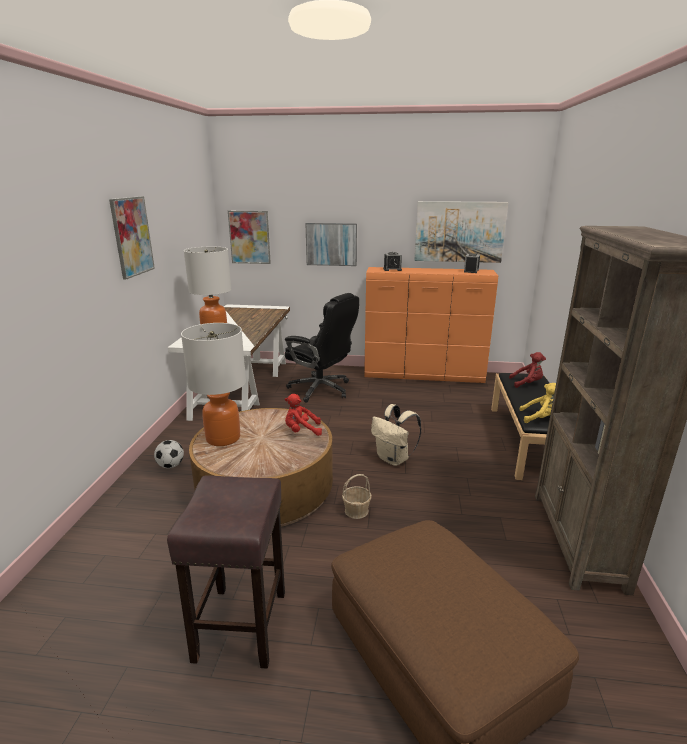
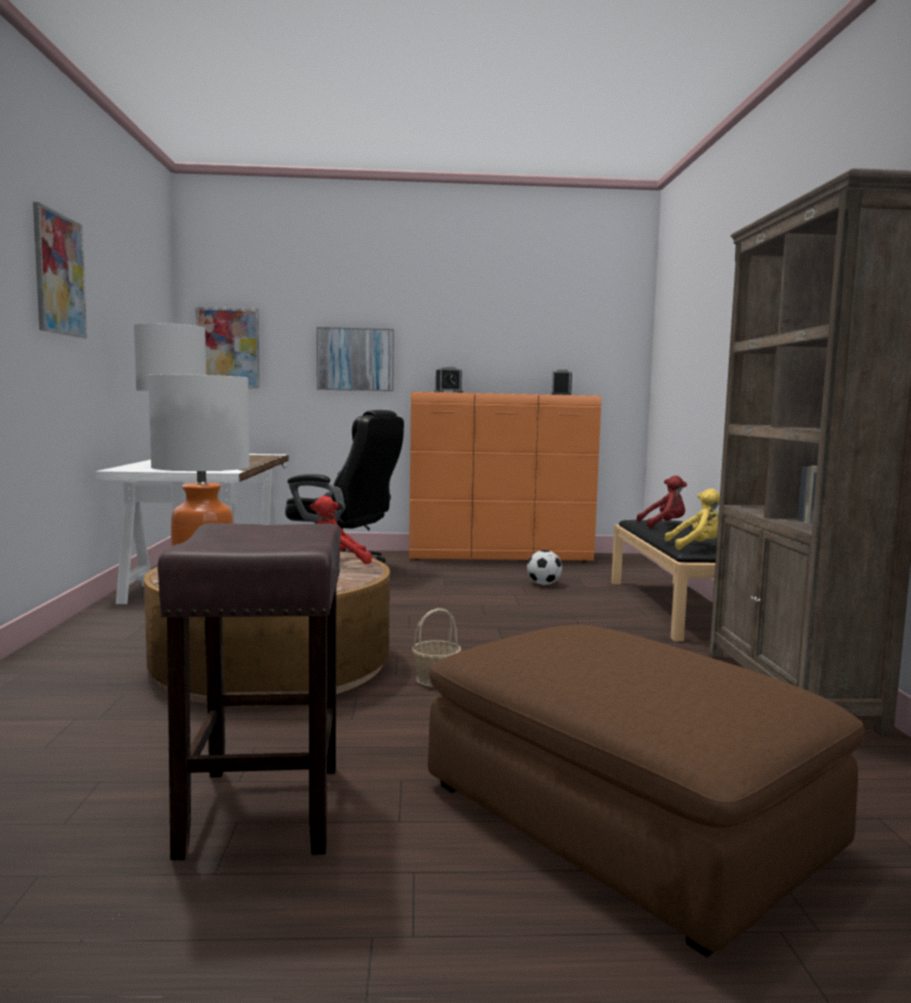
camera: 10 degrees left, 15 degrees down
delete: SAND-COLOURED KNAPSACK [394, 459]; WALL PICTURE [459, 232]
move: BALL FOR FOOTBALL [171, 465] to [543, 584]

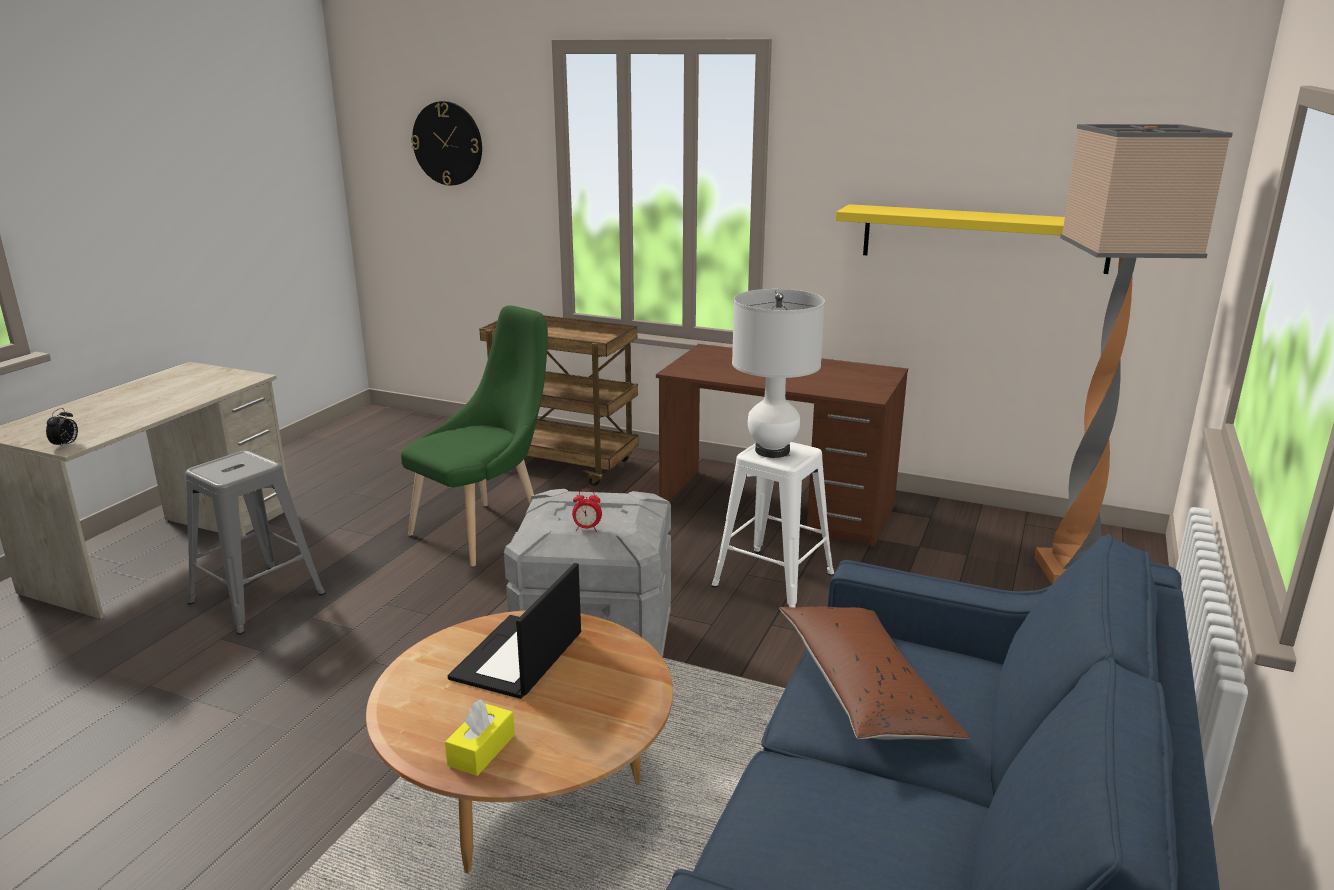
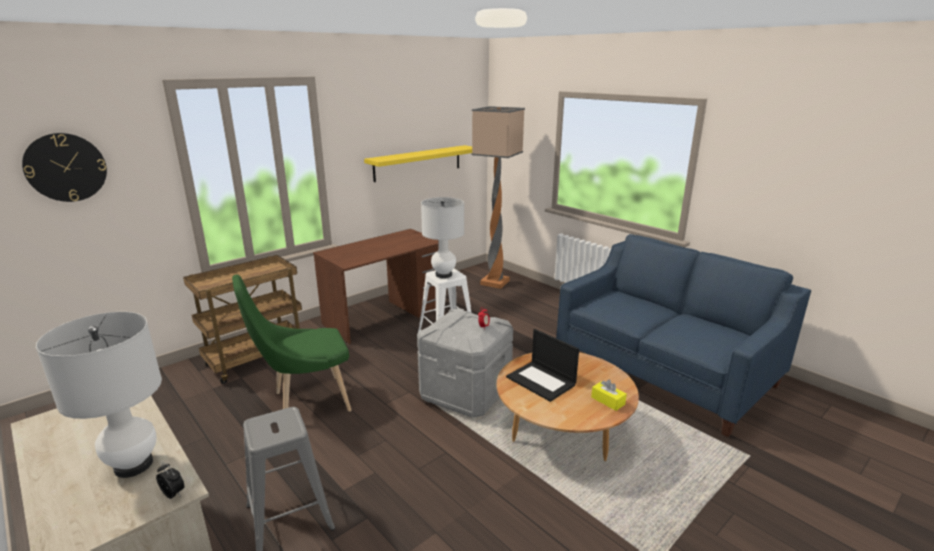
camera: 65 degrees left, 0 degrees up
delete: BROWNISH CUSHION [864, 690]
insert: WHITE LAMP FOR A TABLE [133, 465]
rotate: GREENISH CHAIR [485, 530] = [306, 402] 90 degrees counterclockwise

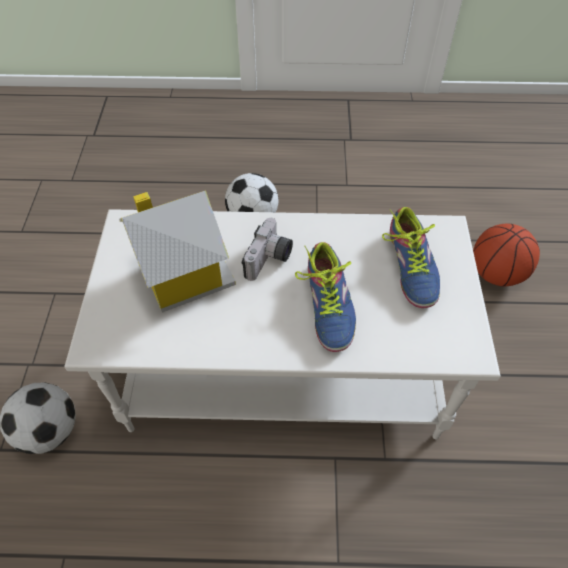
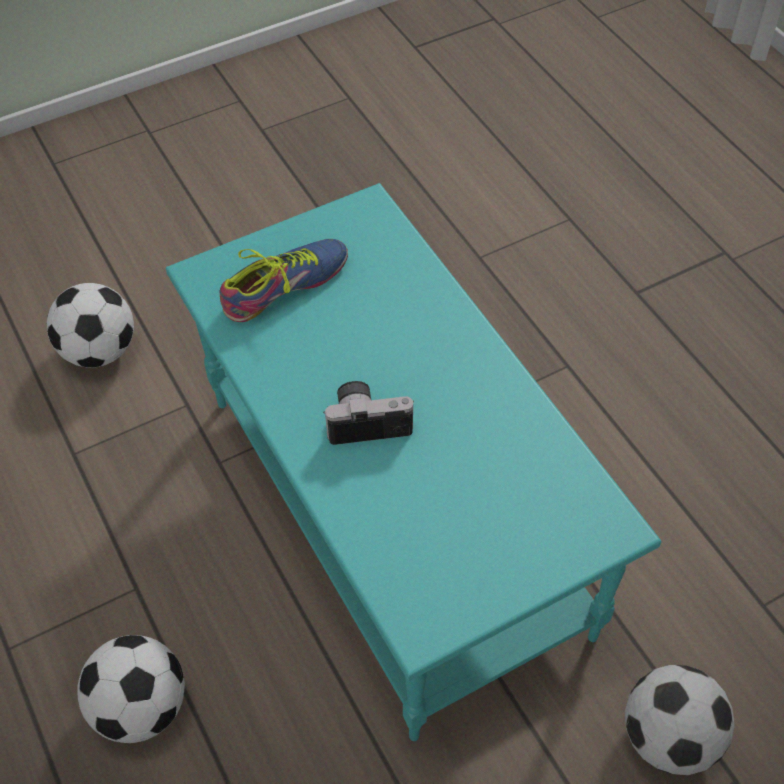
camera: 120 degrees left, 0 degrees up
delete: MINIATURE HOUSE [183, 276]; SHOE [329, 305]
replace: BASKETBALL [495, 274] to BALL FOR FOOTBALL [99, 351]
recolor: WHITE LOW TABLE [285, 367] to BLUE-GREEN LOW TABLE [390, 514]

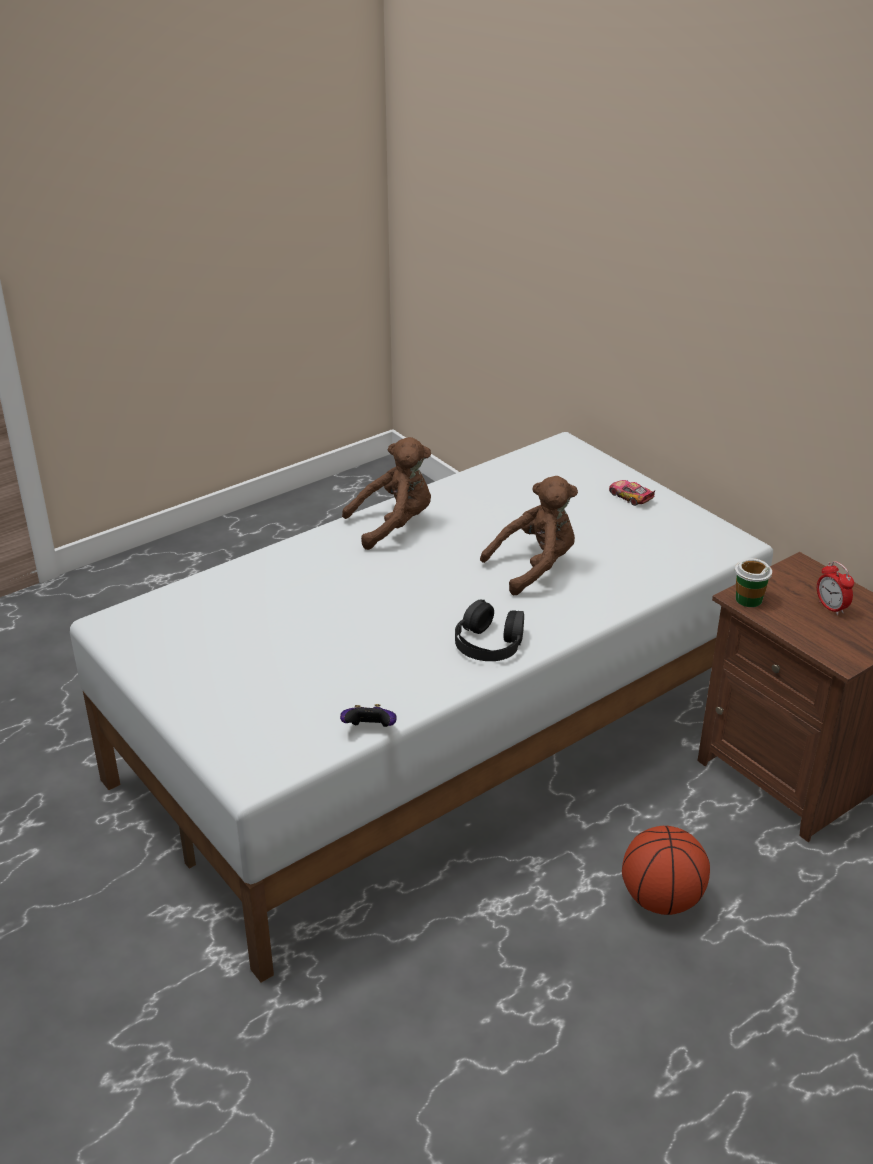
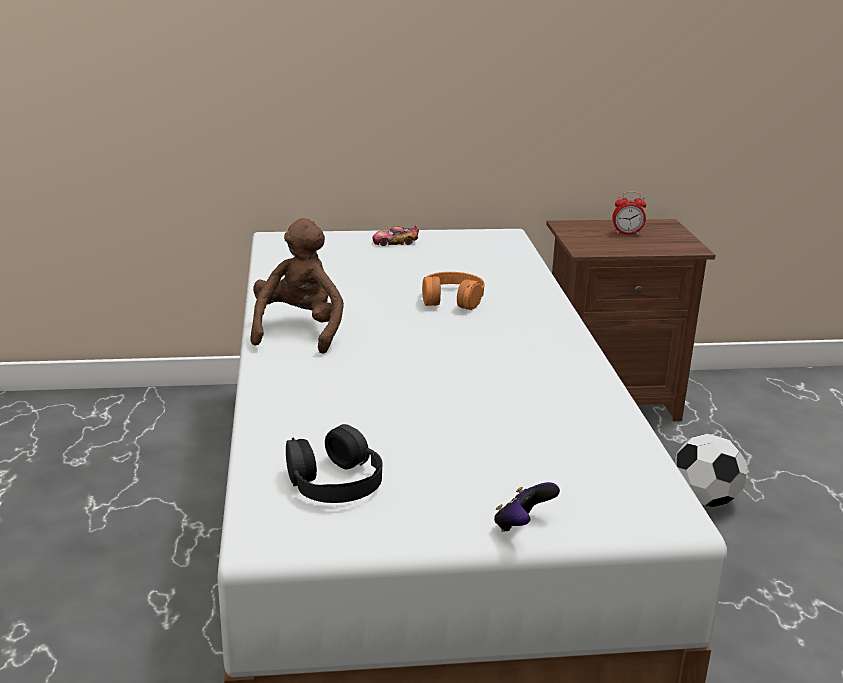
camera: 60 degrees left, 10 degrees down
delete: DRINKING CUP [748, 599]
move: GAMEPAD [370, 730] to [522, 526]; BLACK-COLOURED HEADSET [489, 643] to [334, 481]
replace: BROWNISH PLUSH TOY [535, 567] to ORANGE-COLOURED HEADSET [452, 299]; BASKETBALL [661, 899] to BALL FOR FOOTBALL [704, 500]

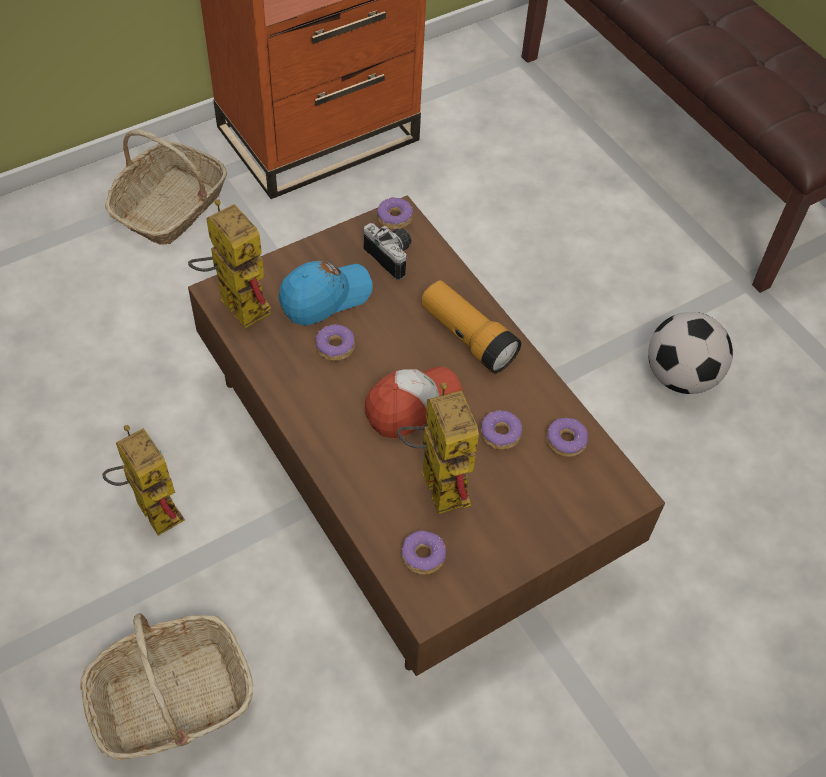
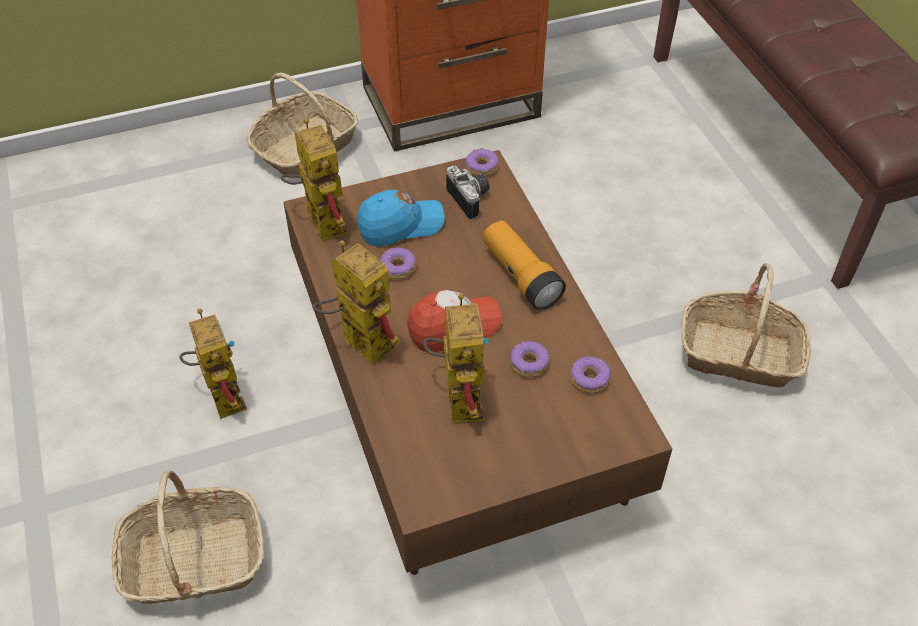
camera: 15 degrees right, 5 degrees down
delete: DOUGHNUT [422, 556]
insert: MODEL ROBOT [358, 341]
replace: BALL FOR FOOTBALL [680, 376] to STORAGE BASKET [739, 354]

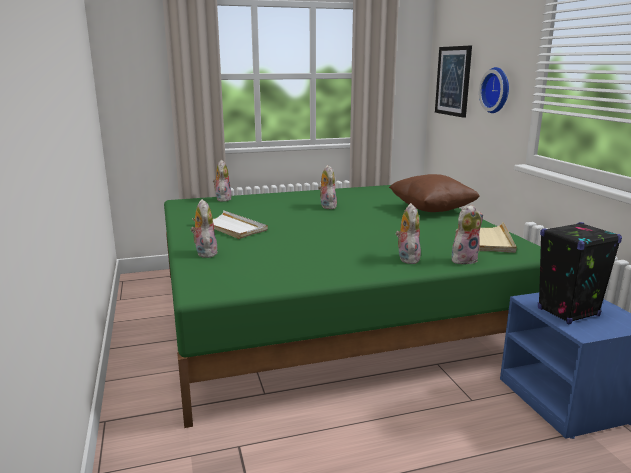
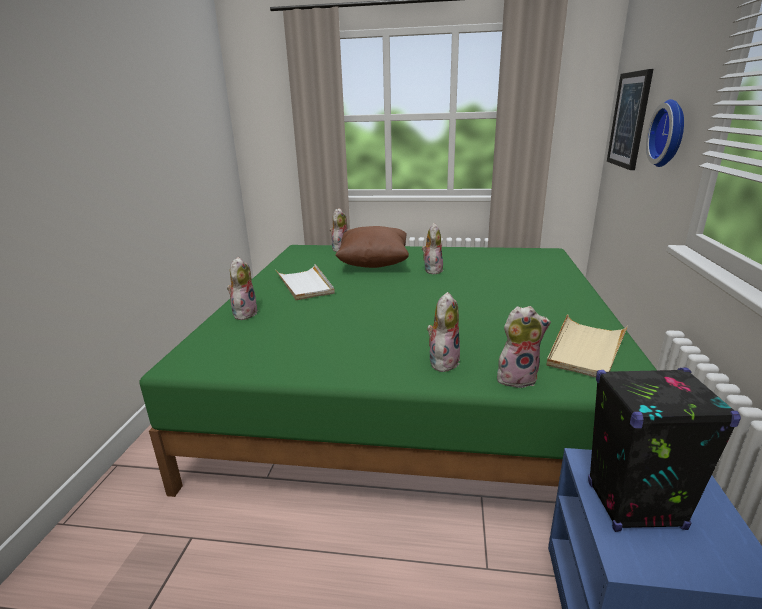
camera: 25 degrees right, 5 degrees up
move: BROWNISH CUSHION [432, 209] to [374, 264]

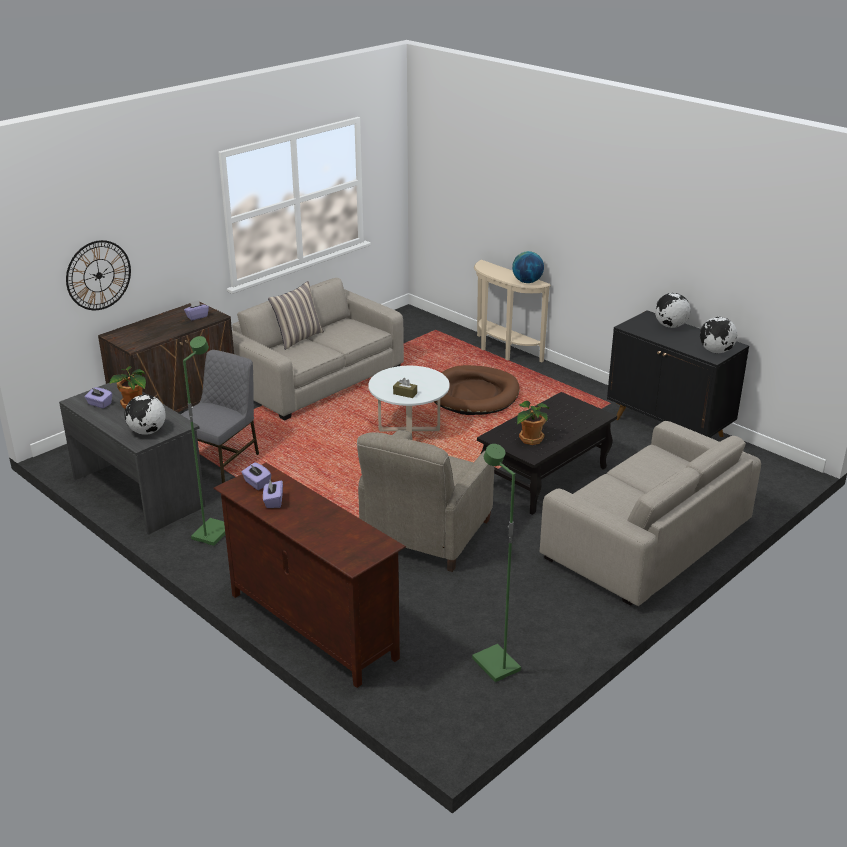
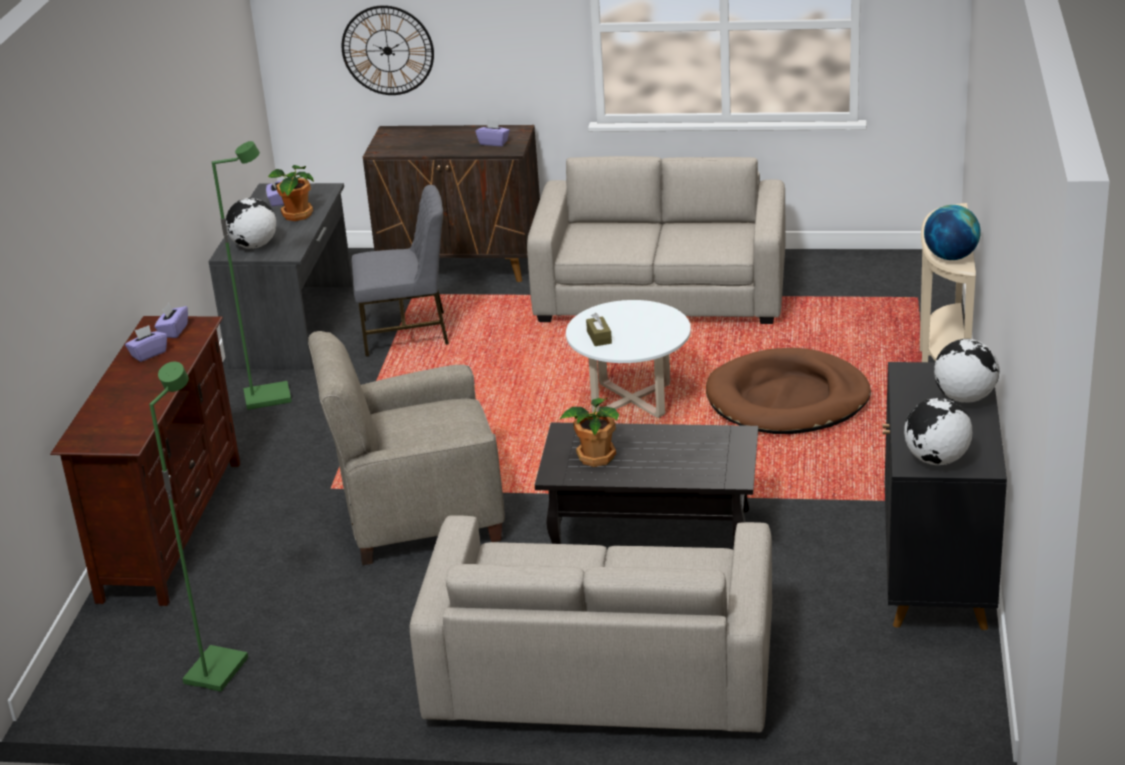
camera: 55 degrees right, 0 degrees up
delete: CUSHION [298, 338]

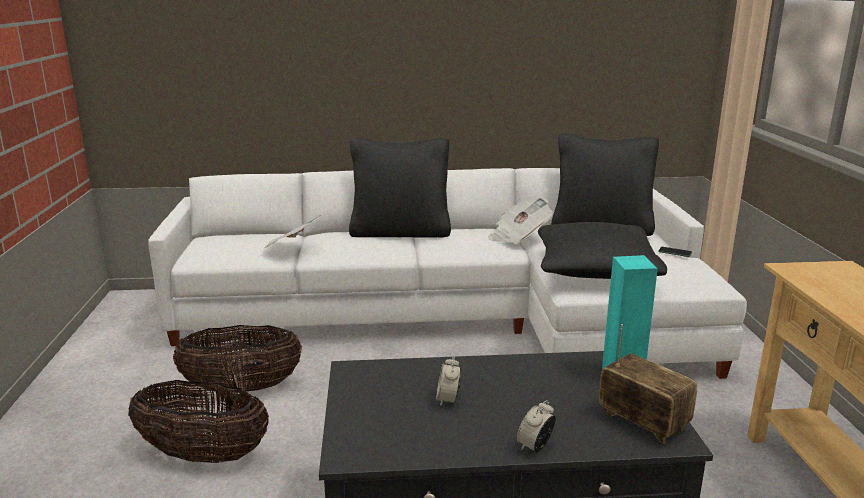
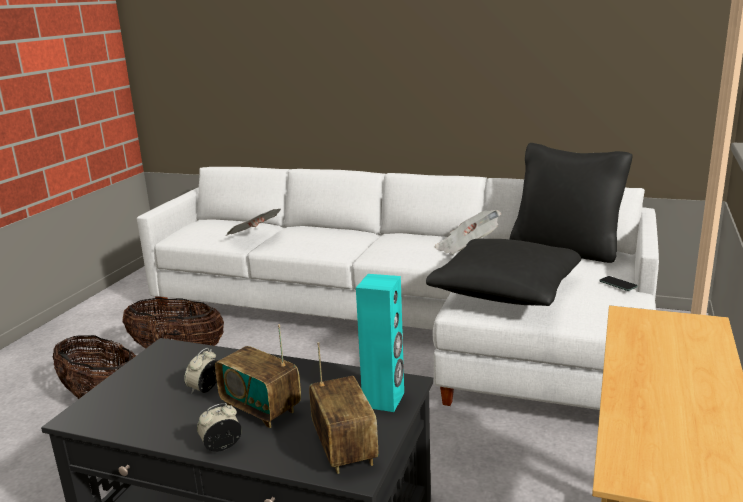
camera: 25 degrees right, 0 degrees up
delete: BLACK-COLOURED CUSHION [400, 232]
insert: RADIO RECEIVER [261, 409]

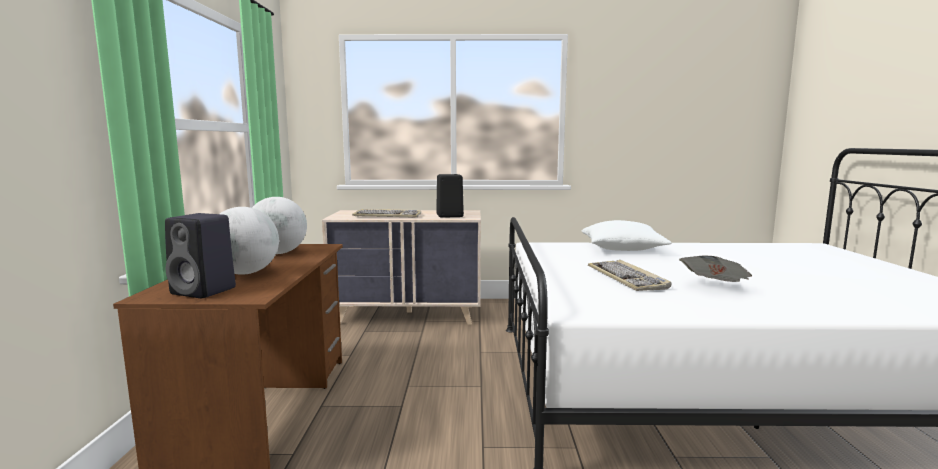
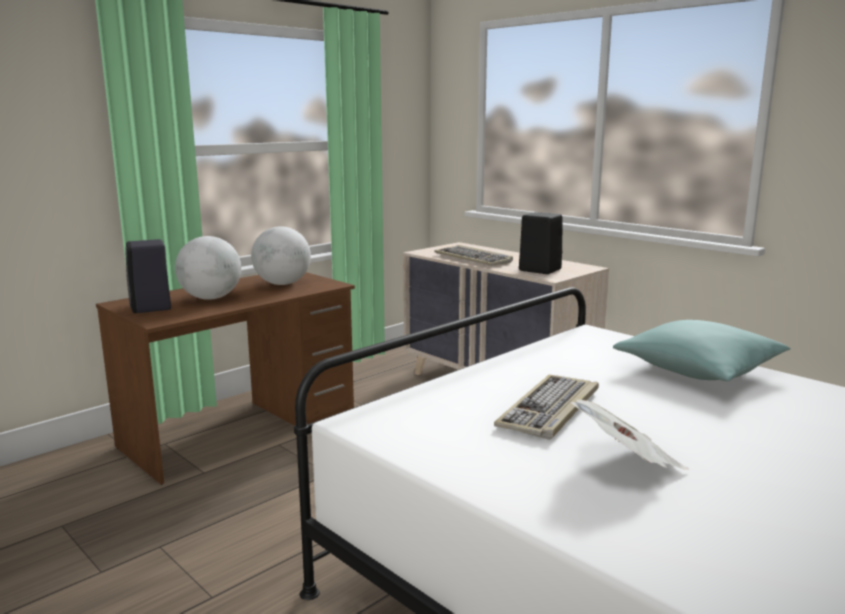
camera: 45 degrees right, 5 degrees up
recolor: WHITE CUSHION [622, 249] to BLUE-GREEN CUSHION [698, 370]

